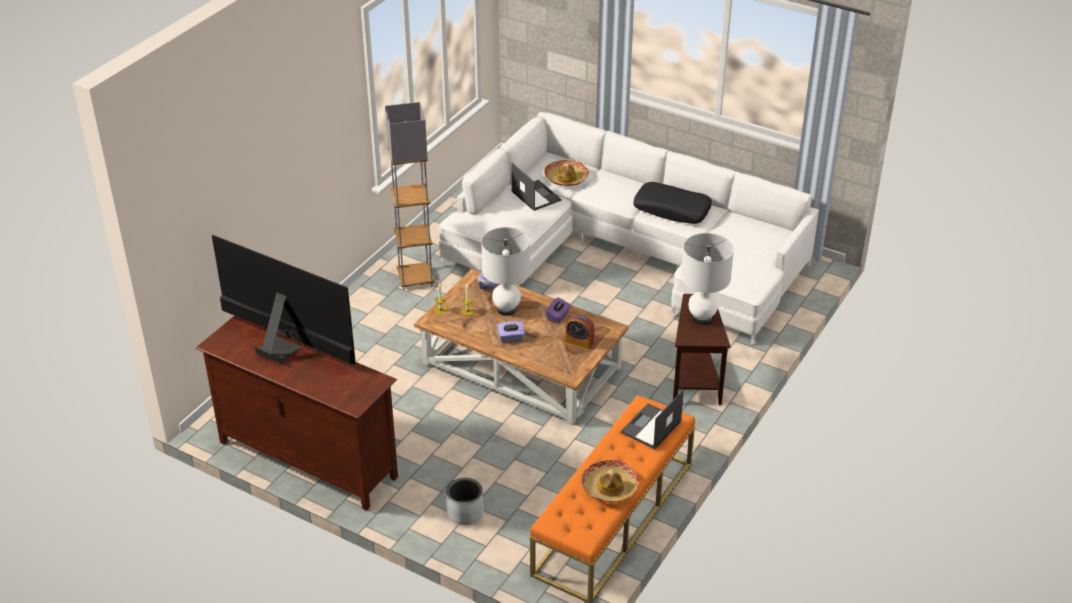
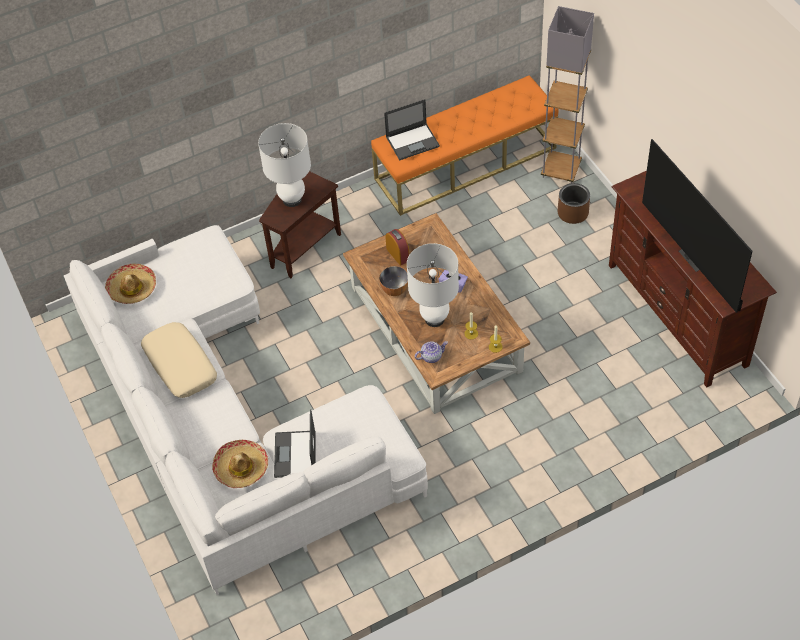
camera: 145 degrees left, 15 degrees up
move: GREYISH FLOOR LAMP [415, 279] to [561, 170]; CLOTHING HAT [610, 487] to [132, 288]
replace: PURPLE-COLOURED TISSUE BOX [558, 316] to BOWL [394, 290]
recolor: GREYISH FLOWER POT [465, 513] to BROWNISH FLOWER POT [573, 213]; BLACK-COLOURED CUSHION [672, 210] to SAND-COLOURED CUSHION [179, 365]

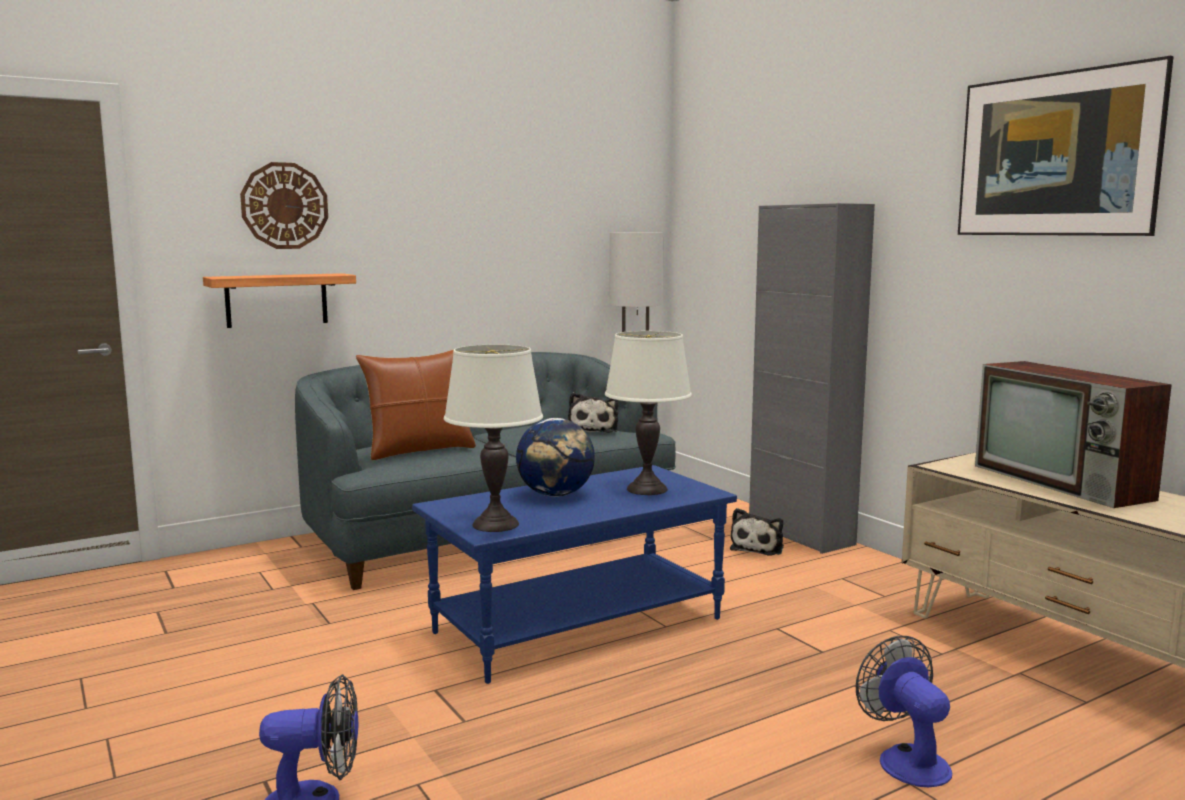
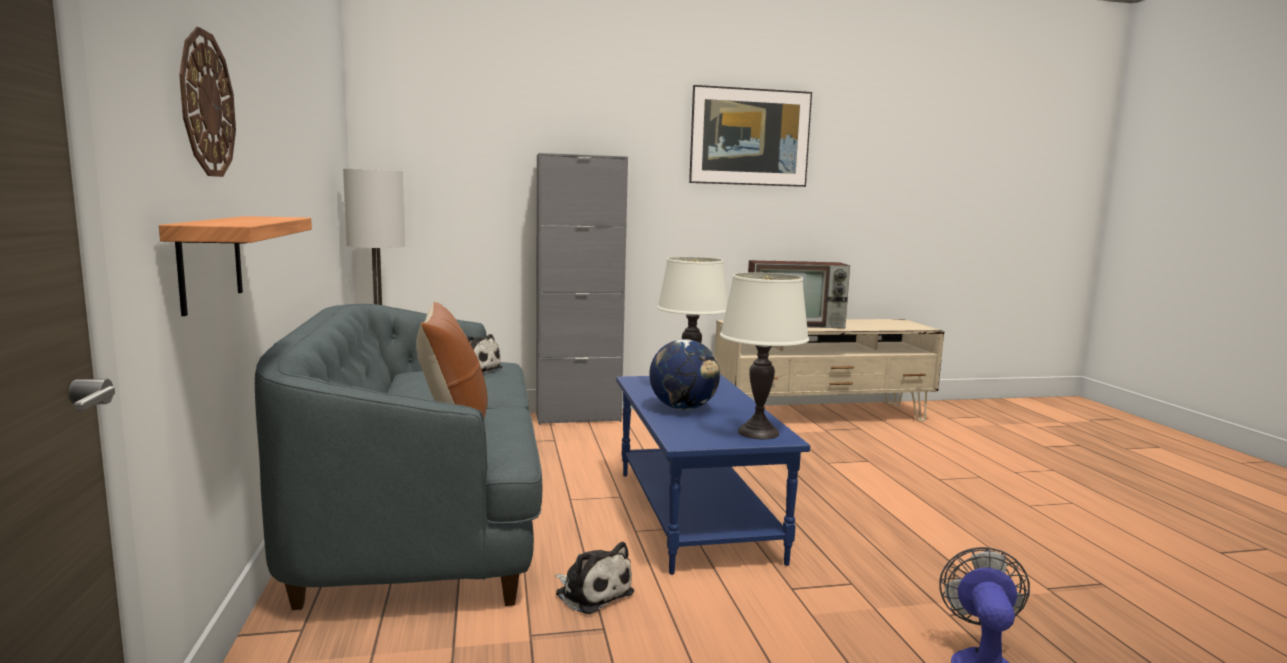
camera: 70 degrees left, 0 degrees up
delete: COOLING FAN [906, 759]
move: PLUSH TOY [758, 547] to [592, 592]

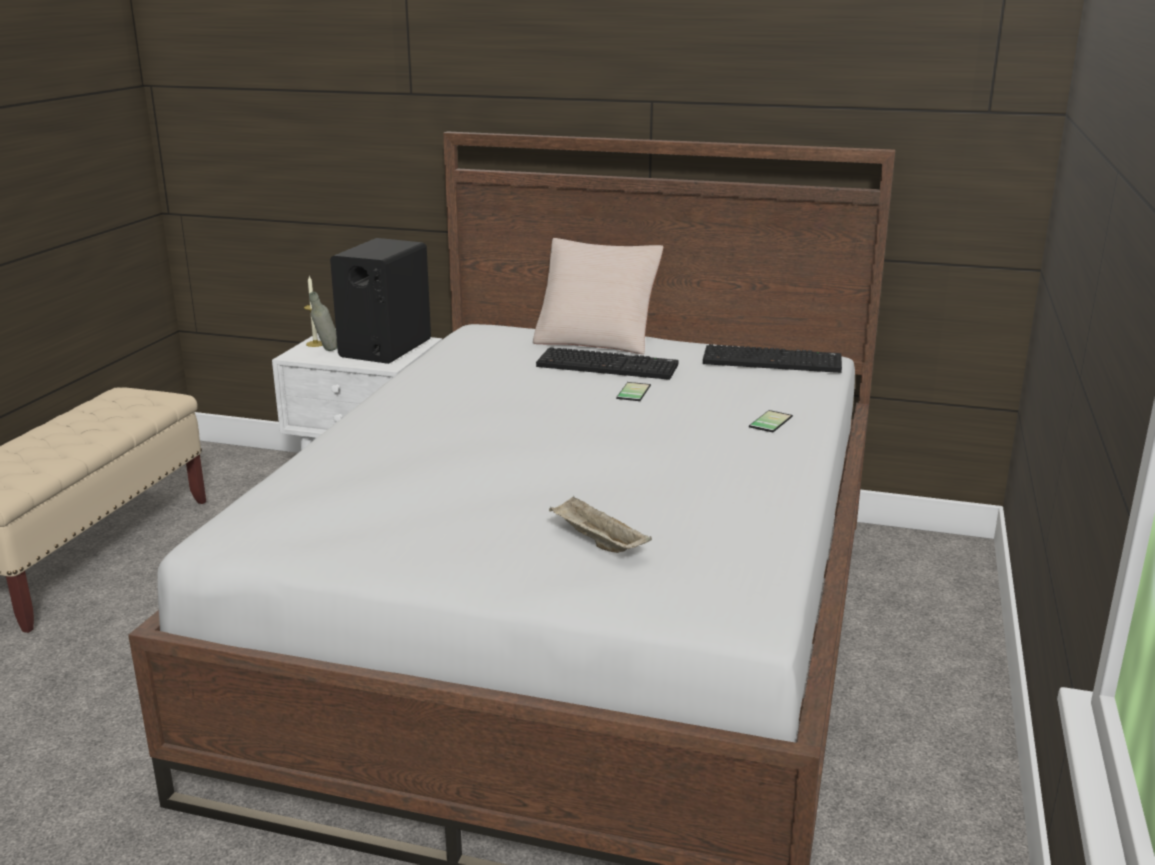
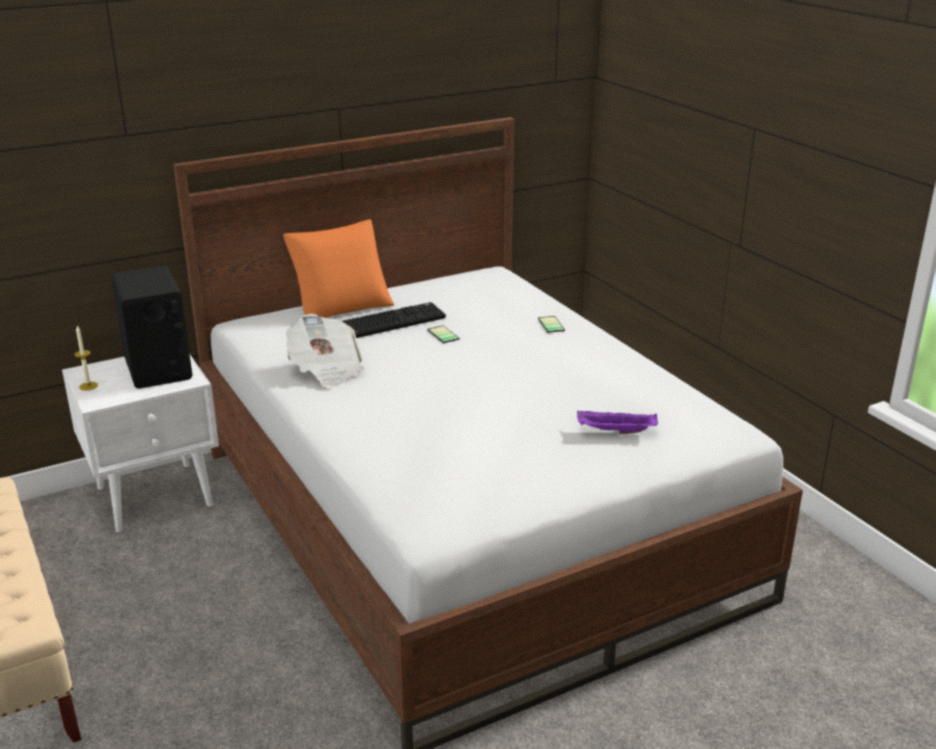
camera: 45 degrees left, 5 degrees up
delete: GREYISH BOTTLE [326, 351]; KEYBOARD [773, 361]
insert: NEWSPAPER [326, 370]
recolor: SAND-COLOURED CUSHION [597, 339] to ORANGE-COLOURED CUSHION [341, 305]; SAND-COLOURED CARRYING TRAY [597, 542] to PURPLE-COLOURED CARRYING TRAY [615, 432]

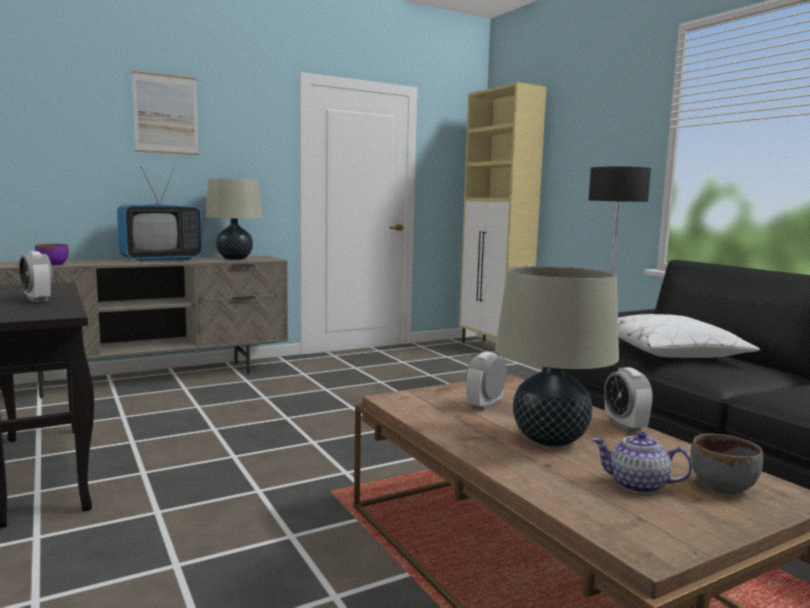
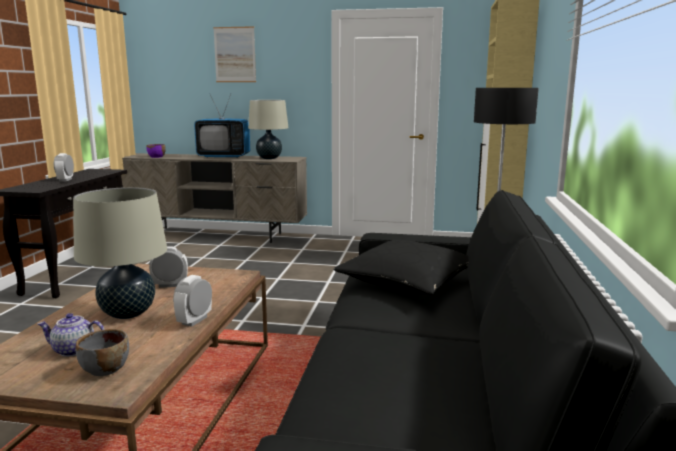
camera: 40 degrees right, 5 degrees up
recolor: WHITE CUSHION [670, 352] to BLACK-COLOURED CUSHION [407, 280]
rotate: TEAPOT [637, 485] = [73, 350] 60 degrees counterclockwise

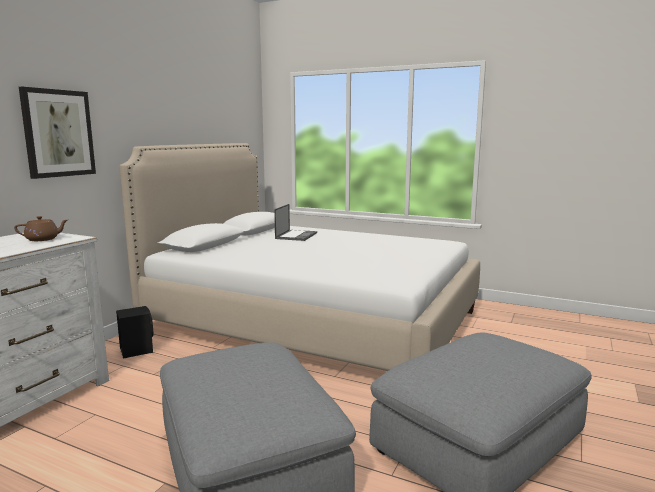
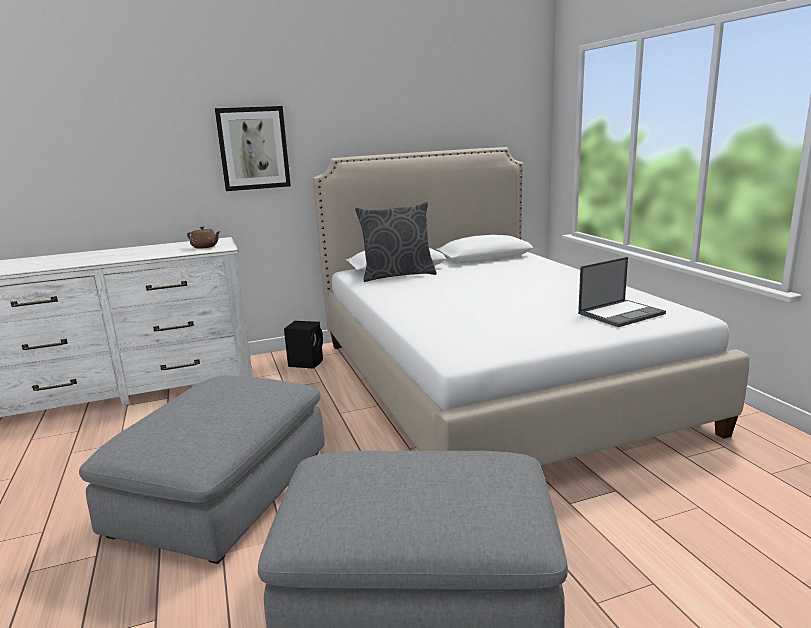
camera: 45 degrees right, 5 degrees up
insert: GREYISH CUSHION [397, 275]
move: LAPTOP [296, 235] to [621, 313]

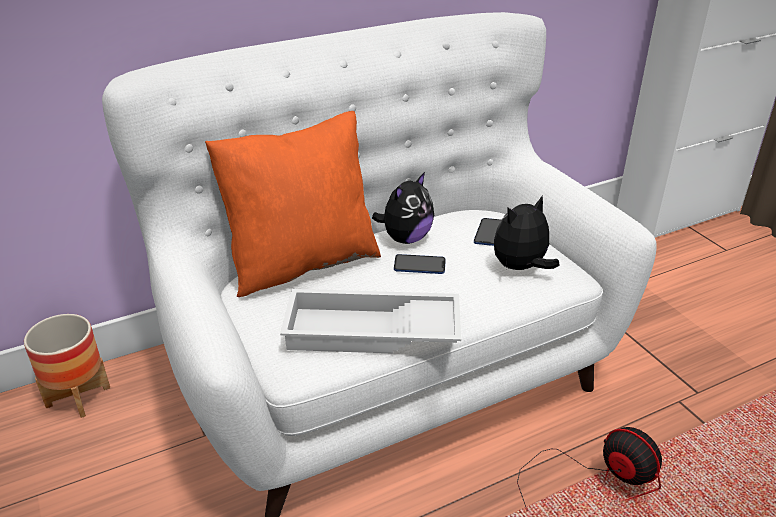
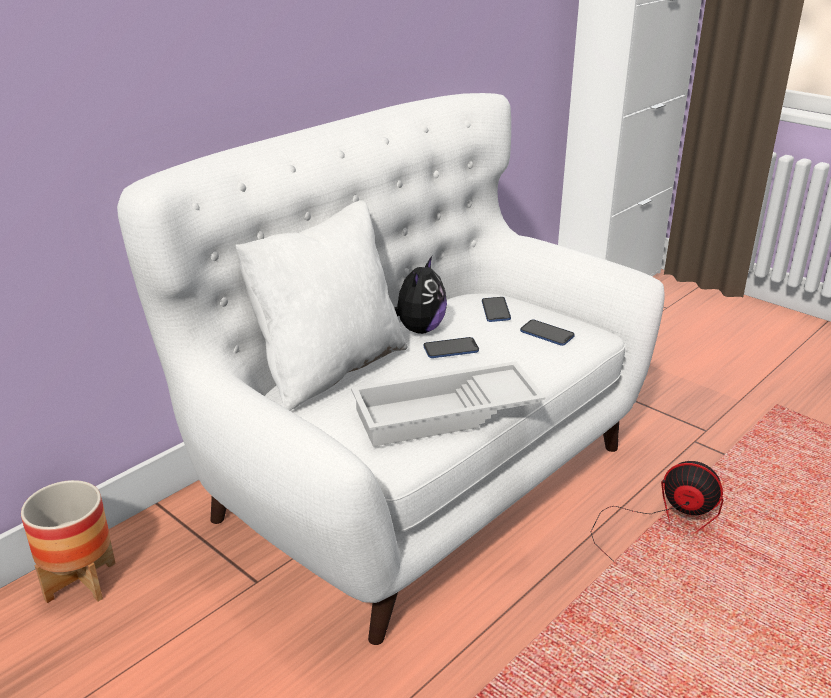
camera: 20 degrees left, 5 degrees down
replace: PLUSH TOY [521, 268] to PHONE [547, 334]
recolor: ORANGE-COLOURED CUSHION [301, 262] to WHITE CUSHION [328, 369]

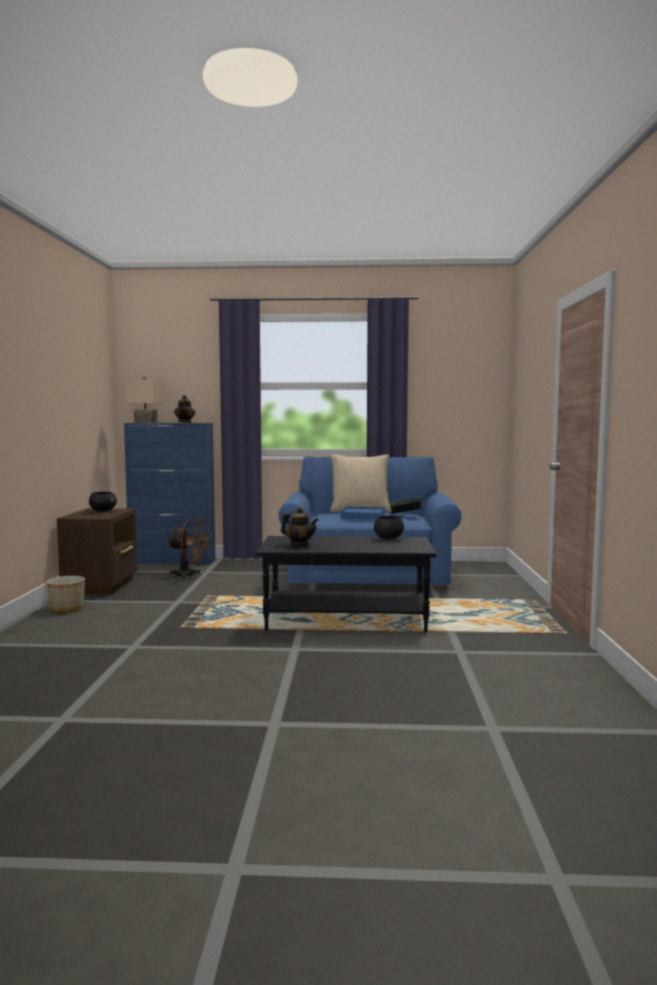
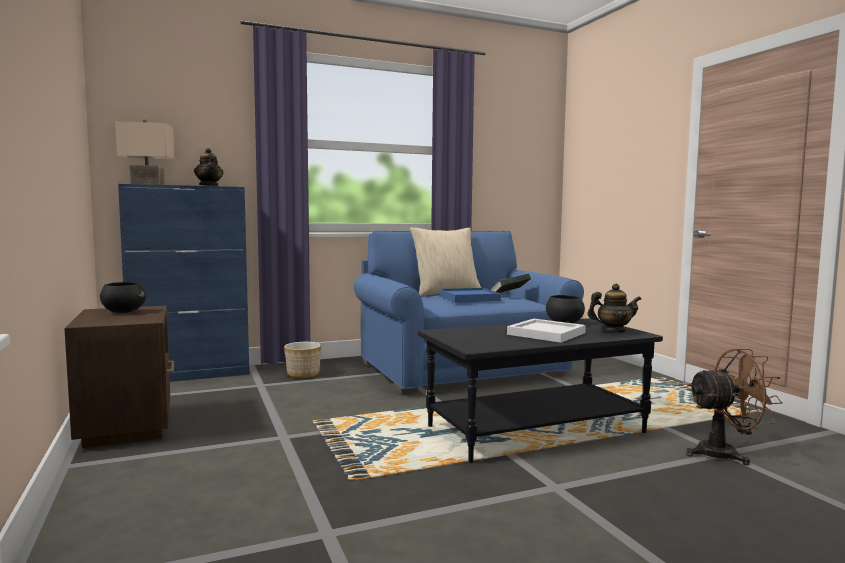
camera: 25 degrees left, 0 degrees up
insert: WHITE CARRYING TRAY [547, 333]
move: FLOWER POT [67, 608] to [304, 374]; BROWNISH COOLING FAN [189, 575] to [726, 453]; TEAPOT [299, 545] to [613, 331]

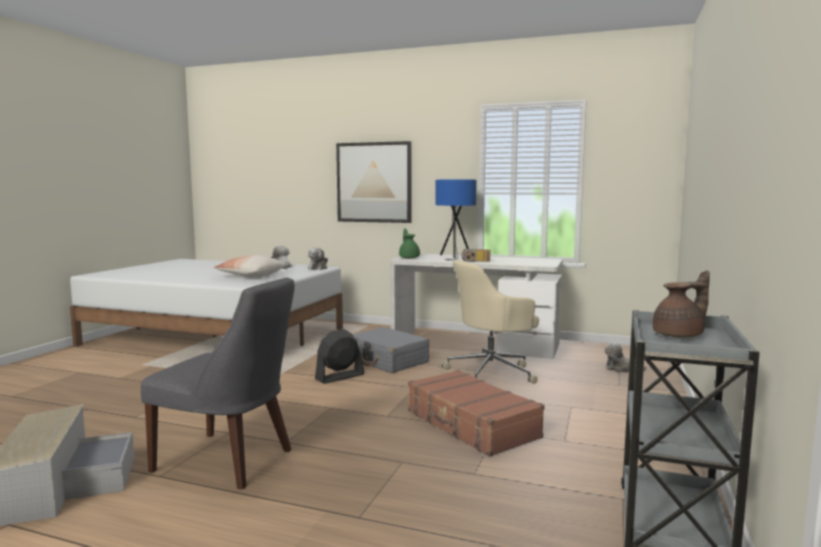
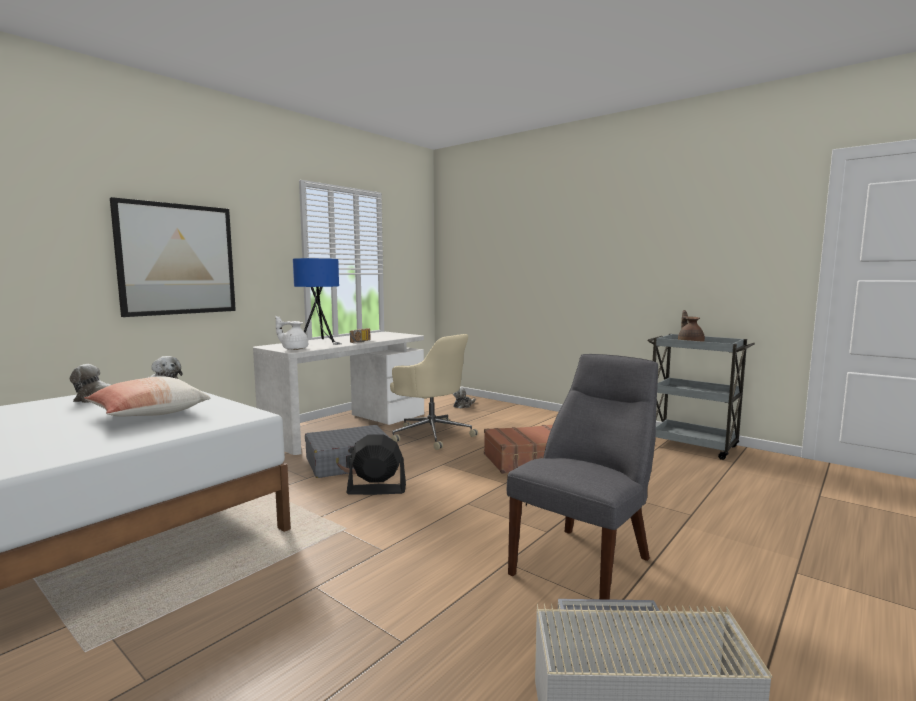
camera: 70 degrees left, 0 degrees up
recolor: GREENISH TEAPOT [409, 257] to WHITE TEAPOT [294, 349]
rotate: BLACK-COLOURED COOLING FAN [339, 377] = [376, 490] 105 degrees clockwise; SAND-COLOURED COMPUTER CHAIR [491, 372] = [431, 435] 45 degrees counterclockwise

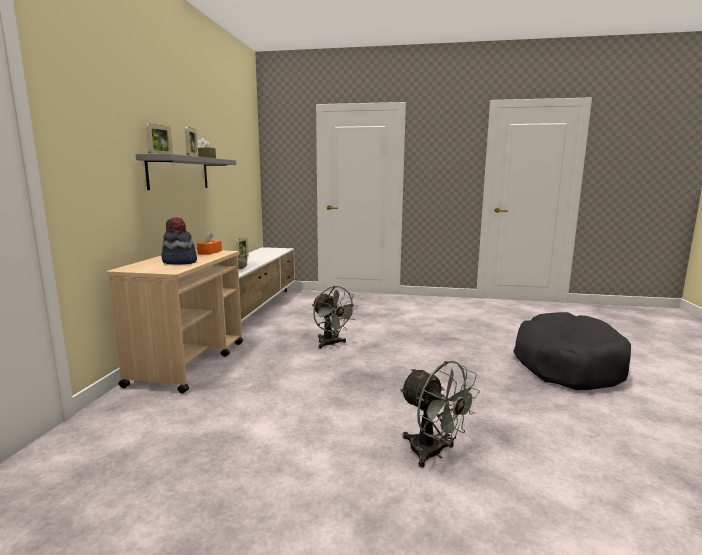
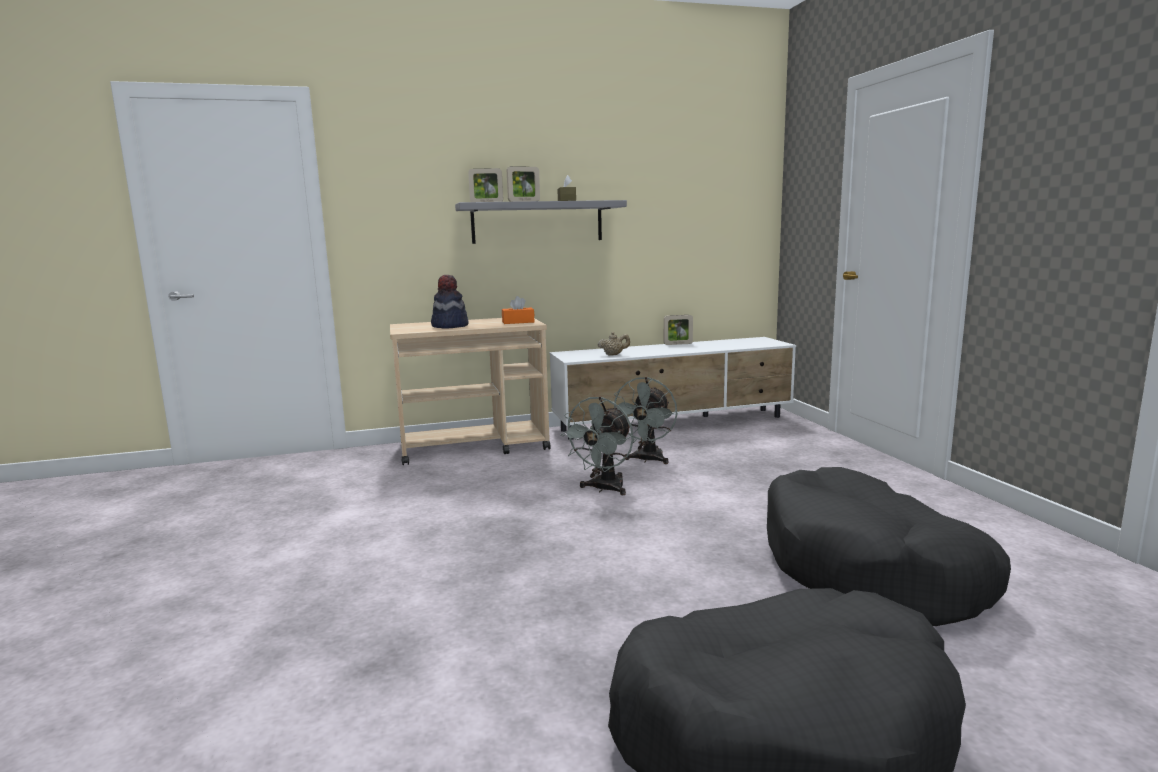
camera: 65 degrees right, 0 degrees up
insert: BLACK-COLOURED PET BED [870, 570]
move: GREYISH COOLING FAN [433, 454] to [647, 460]

